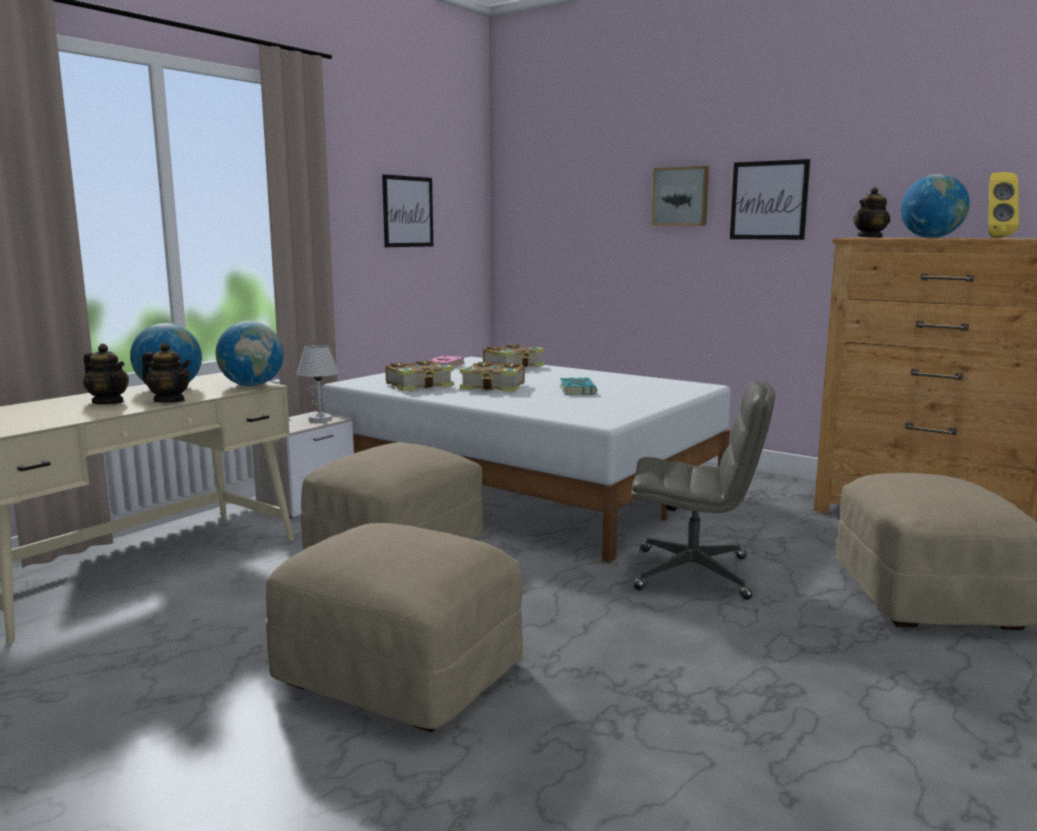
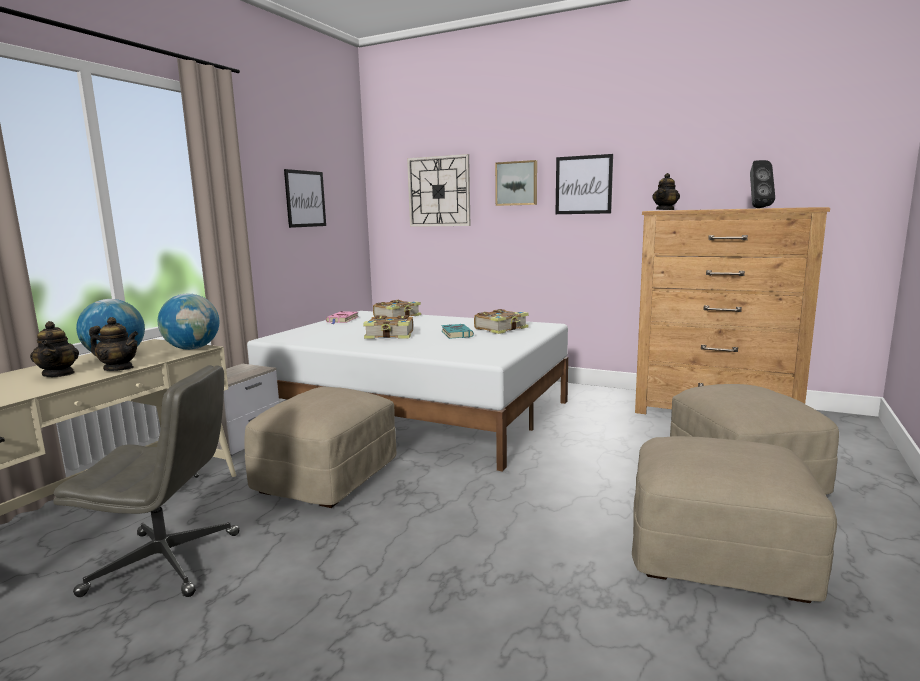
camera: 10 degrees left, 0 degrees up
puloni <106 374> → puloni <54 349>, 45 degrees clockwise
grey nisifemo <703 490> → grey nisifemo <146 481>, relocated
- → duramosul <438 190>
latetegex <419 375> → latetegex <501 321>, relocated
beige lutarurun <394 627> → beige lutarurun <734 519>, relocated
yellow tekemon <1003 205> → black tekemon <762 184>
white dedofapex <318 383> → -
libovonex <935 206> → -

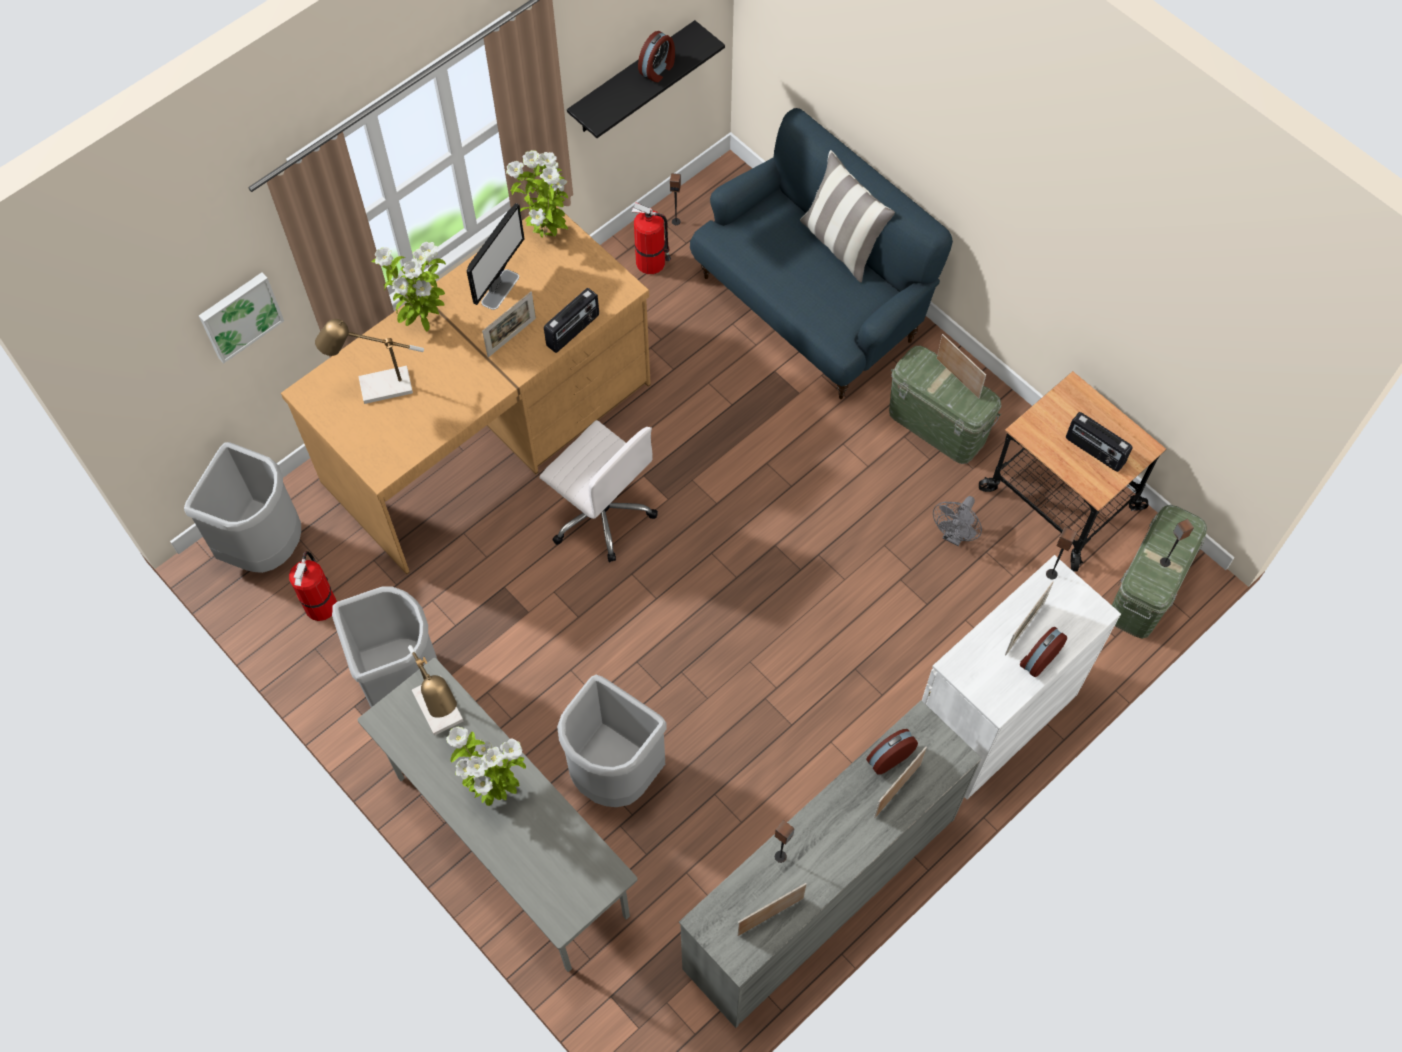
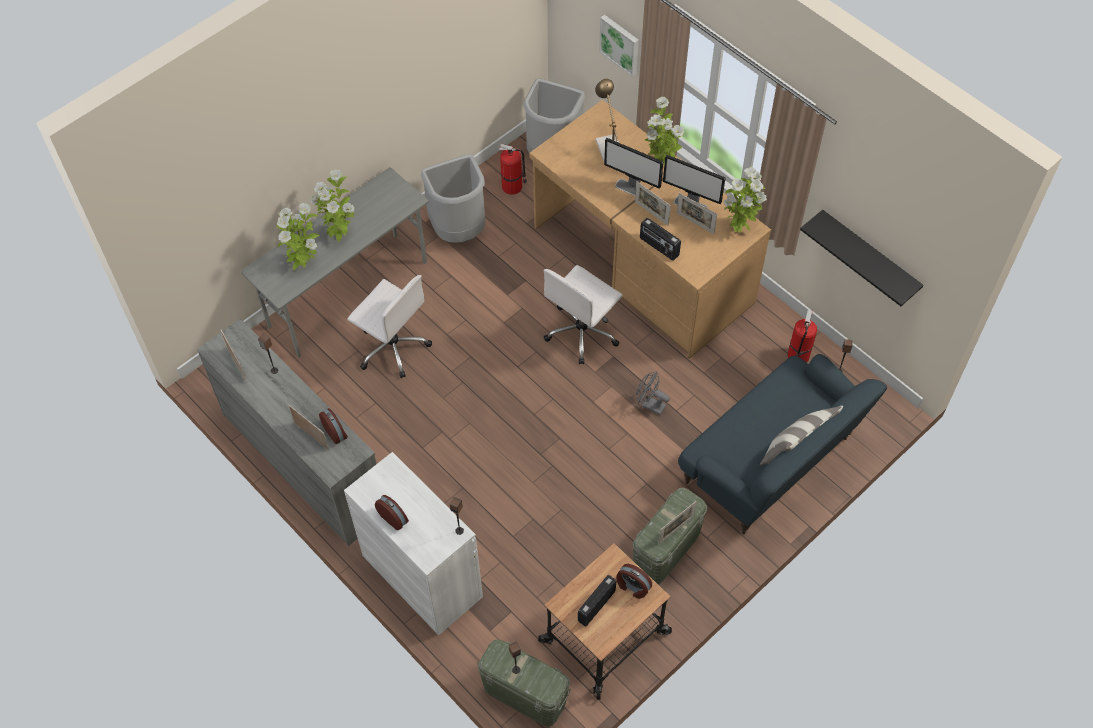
camera: 90 degrees right, 5 degrees down
- → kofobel <298 236>
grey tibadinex <612 741> → white nisifemo <389 326>
- → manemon <633 167>
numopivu <656 56> → numopivu <634 581>, relocated
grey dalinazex <957 521> → grey dalinazex <653 393>, relocated
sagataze <1029 618> → sagataze <697 213>, relocated
dedofapex <435 690> → -

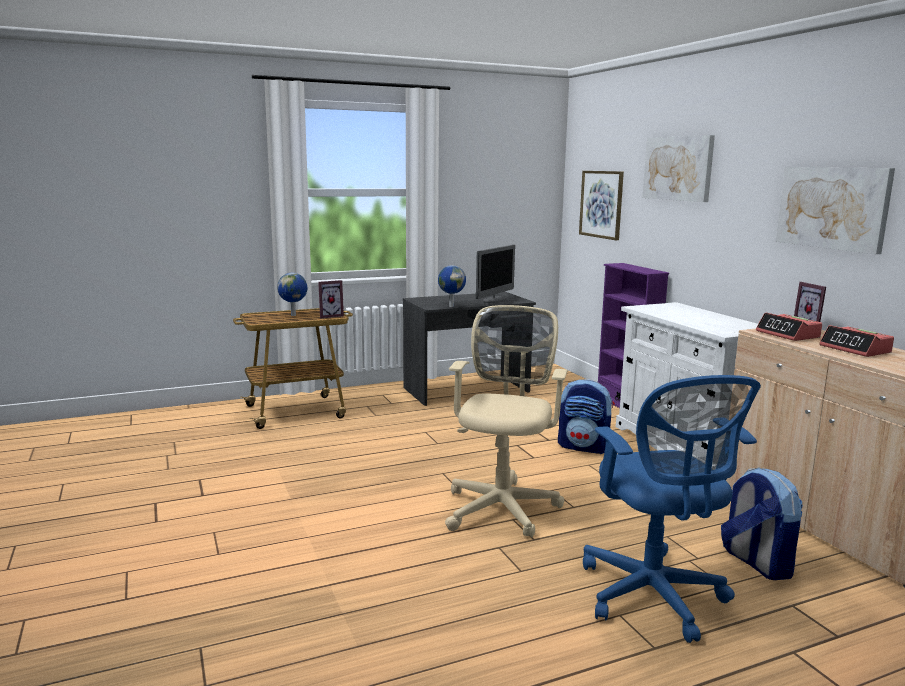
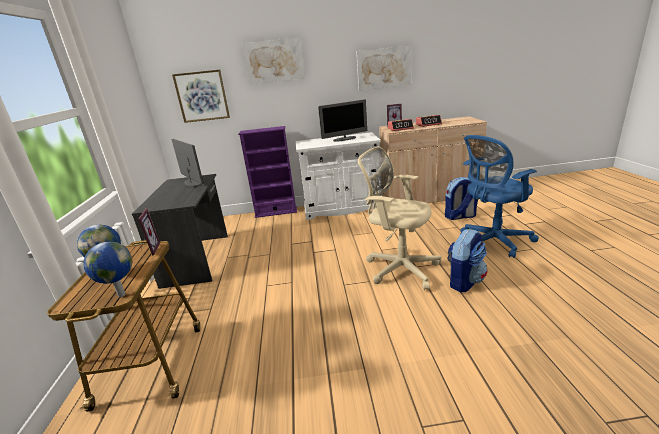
camera: 70 degrees left, 10 degrees up
libovonex <452 286> → libovonex <107 270>, relocated
- → manemon <342 120>
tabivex <586 416> → tabivex <467 260>, relocated
blue nisifemo <672 509> → blue nisifemo <499 196>, 150 degrees clockwise

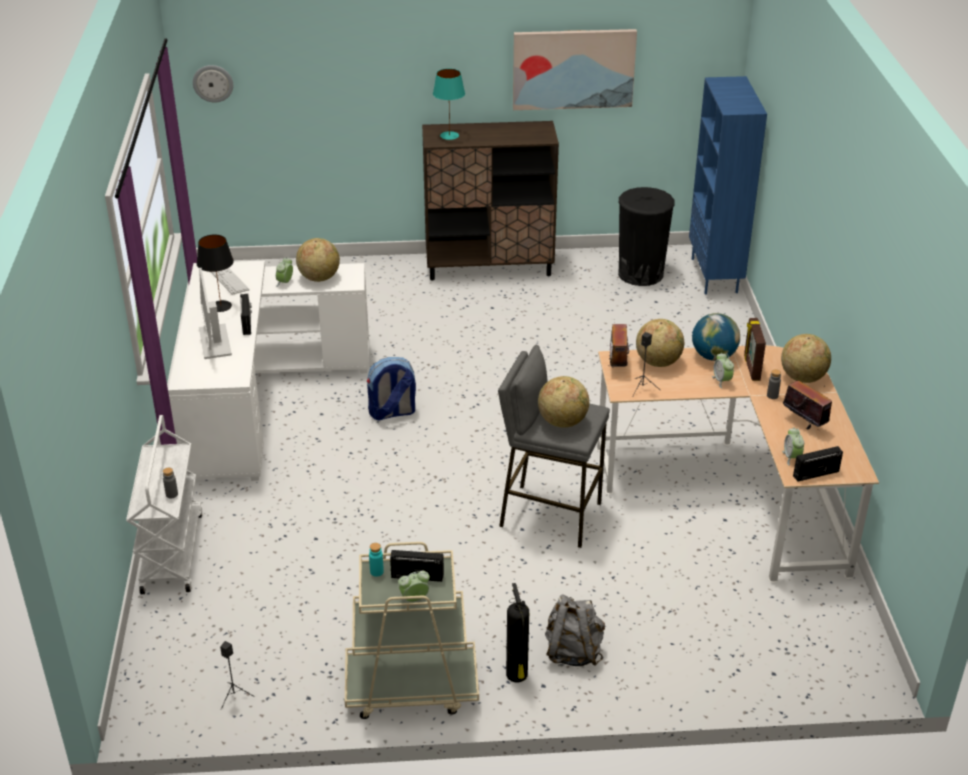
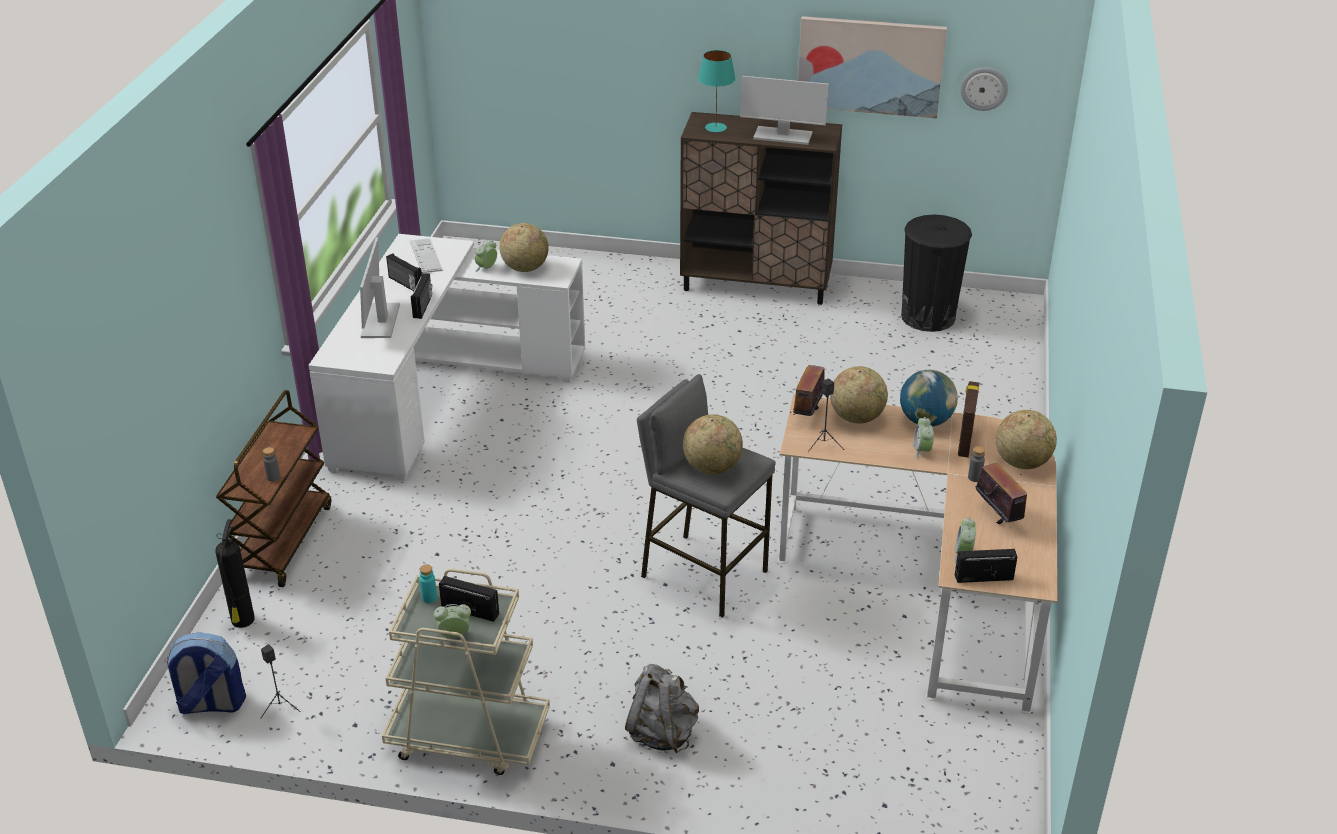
camera: 15 degrees right, 0 degrees up
tabivex <391 389> → tabivex <205 673>, relocated
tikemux <517 632> → tikemux <235 573>, relocated
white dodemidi <164 504> → brown dodemidi <273 488>
black dedofapex <215 273> → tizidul <404 272>
- → manemon <784 110>
duramosul <213 83> → duramosul <984 89>, relocated
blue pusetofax <728 185> → -

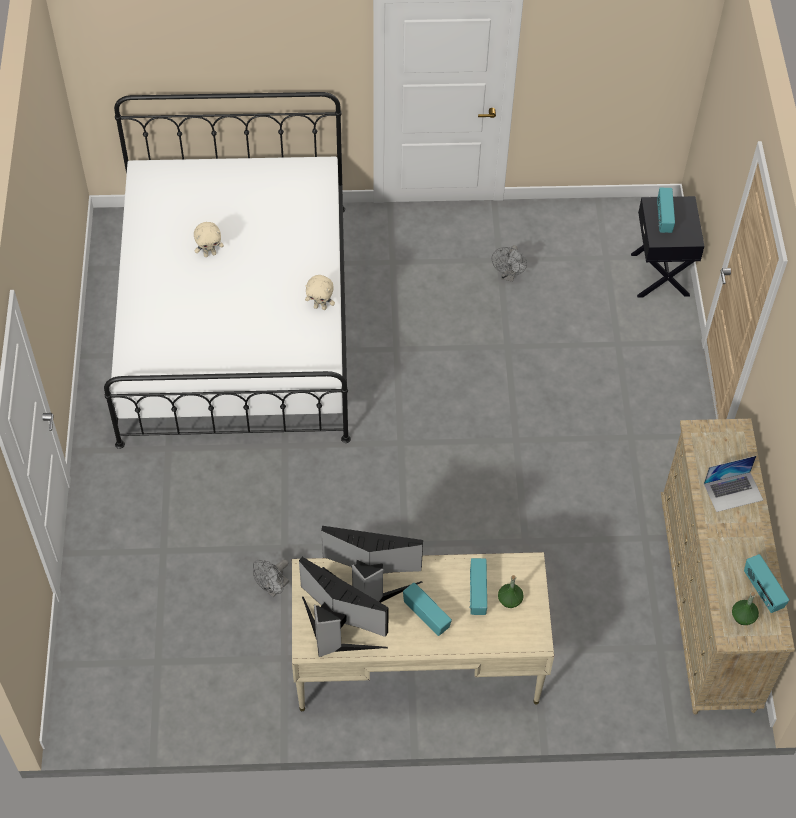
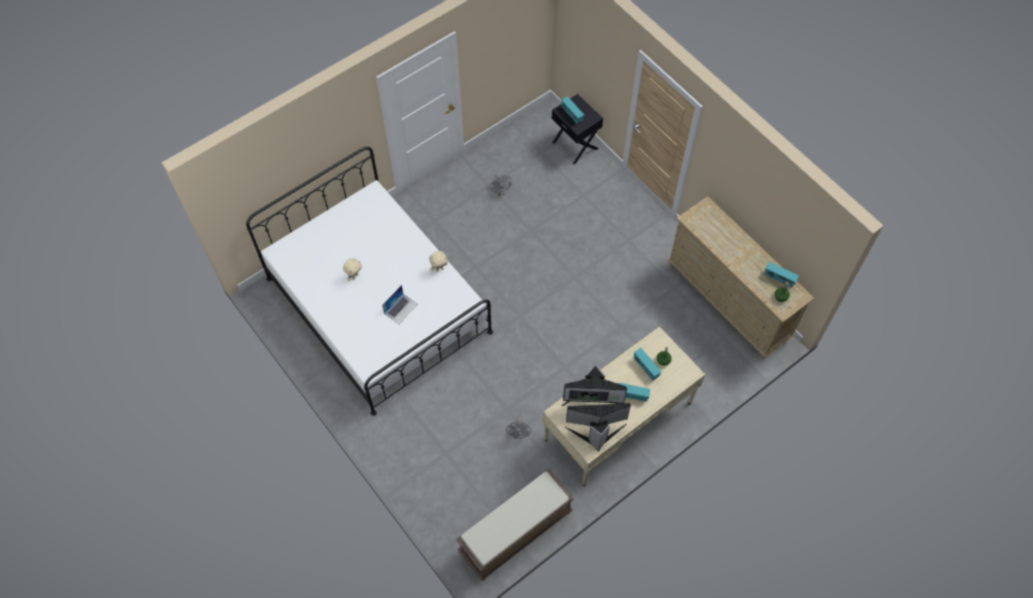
camera: 35 degrees left, 5 degrees up
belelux <733 484> → belelux <400 304>, relocated
- → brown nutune <515 525>
manemon <372 564> → manemon <594 385>, 150 degrees counterclockwise

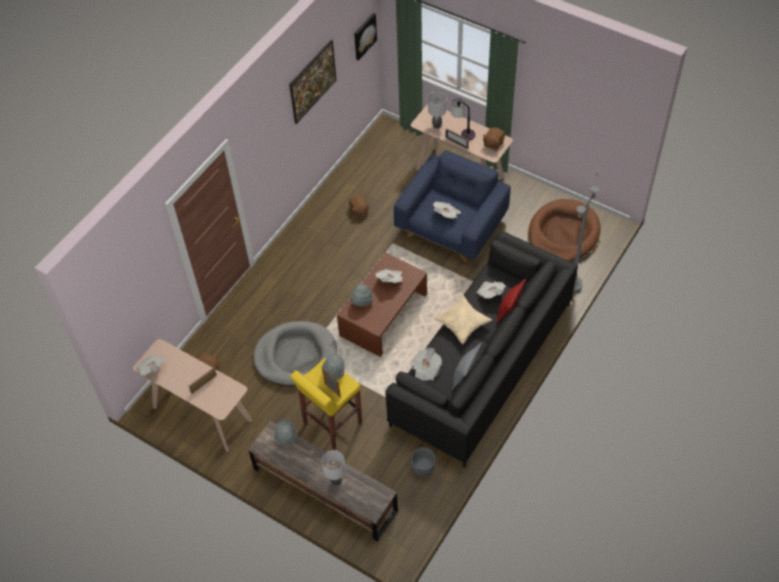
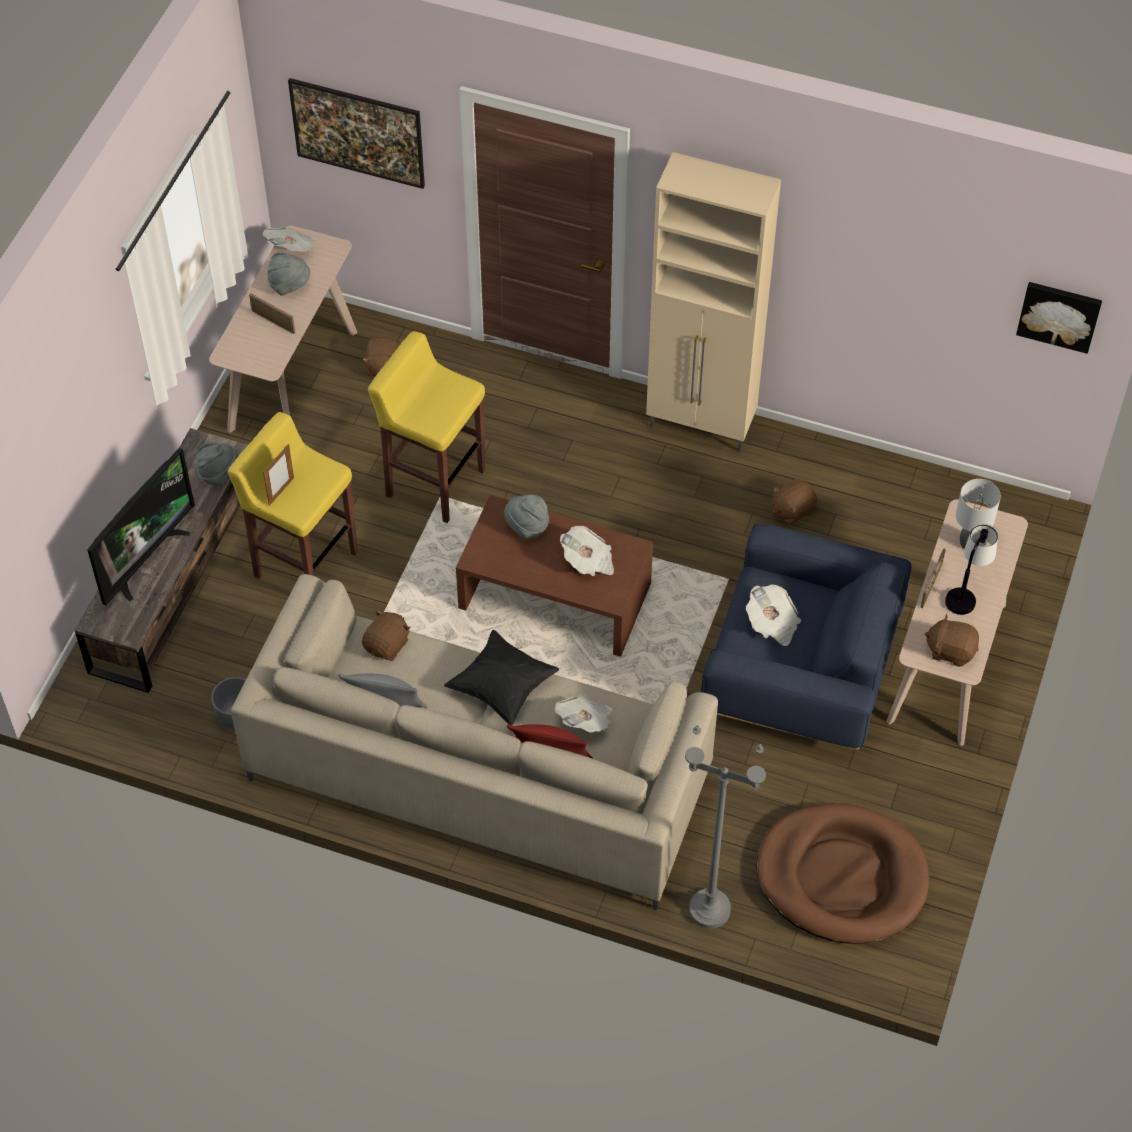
camera: 75 degrees right, 0 degrees up
grey dedofapex <334 468> → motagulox <141 526>
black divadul <481 349> → beige divadul <474 742>
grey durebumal <333 367> → grey durebumal <288 274>, relocated
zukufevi <312 82> → zukufevi <356 133>, relocated
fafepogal <427 364> → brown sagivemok <386 635>
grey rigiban <295 353> → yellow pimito <426 427>
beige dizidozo <462 319> → black dizidozo <501 677>
- → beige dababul <713 302>

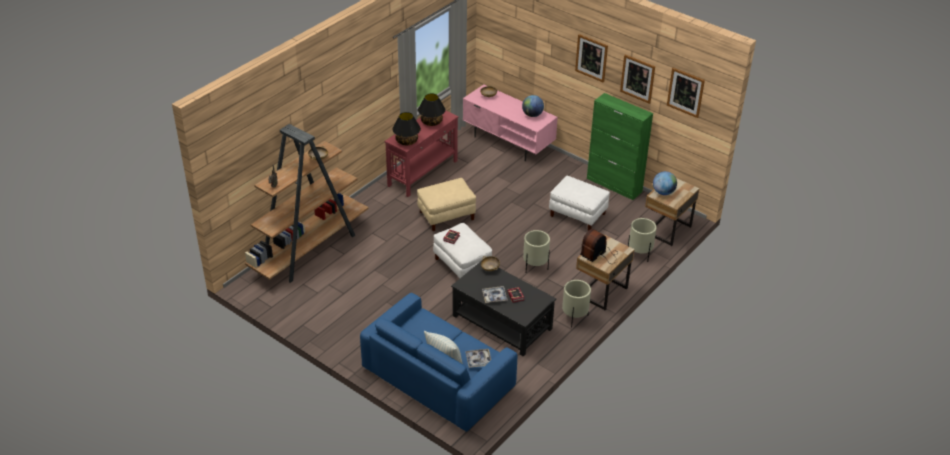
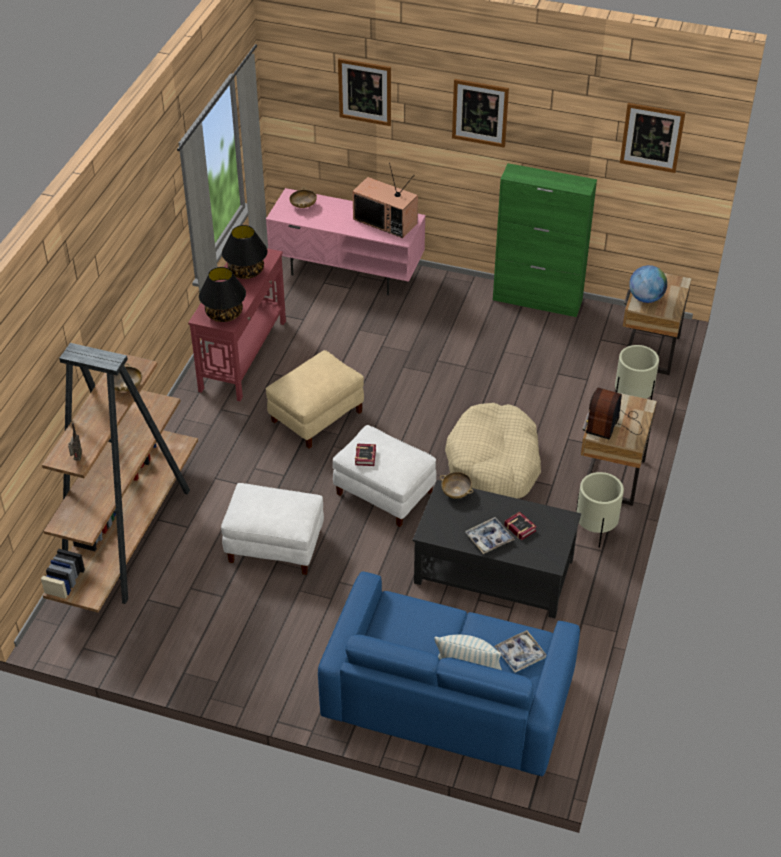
camera: 20 degrees left, 5 degrees up
white lutarurun <579 203> → white lutarurun <272 529>, relocated
zukufevi <637 79> → zukufevi <364 92>, relocated
libovonex <533 106> → motagulox <385 200>
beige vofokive <536 251> → beige rigiban <493 451>

